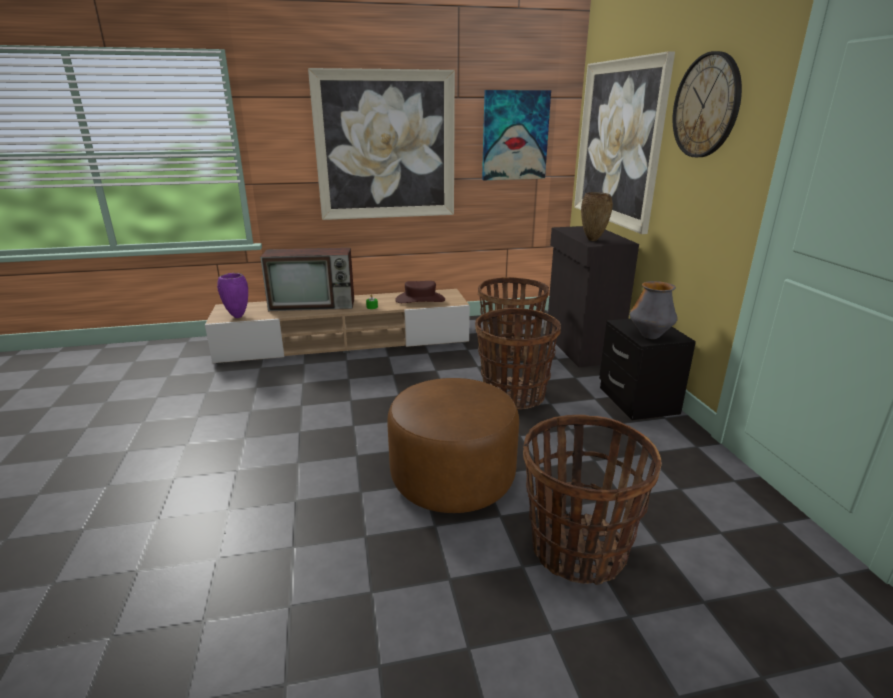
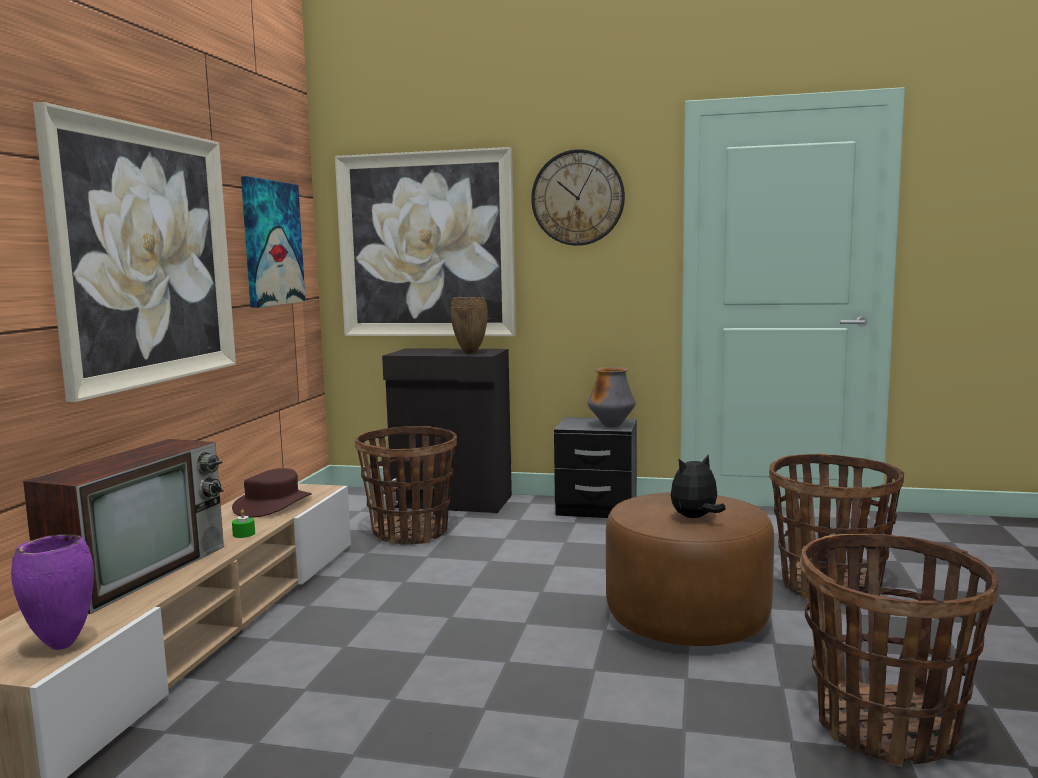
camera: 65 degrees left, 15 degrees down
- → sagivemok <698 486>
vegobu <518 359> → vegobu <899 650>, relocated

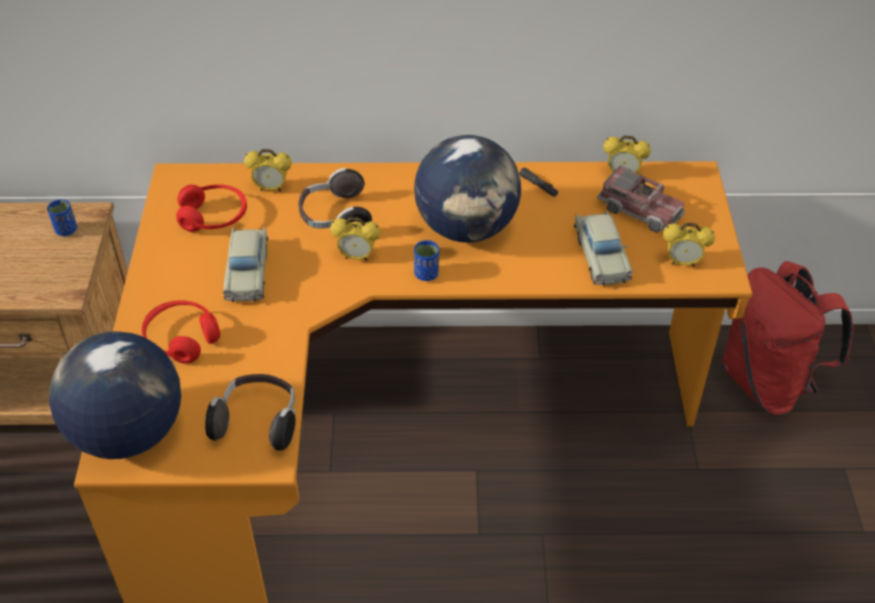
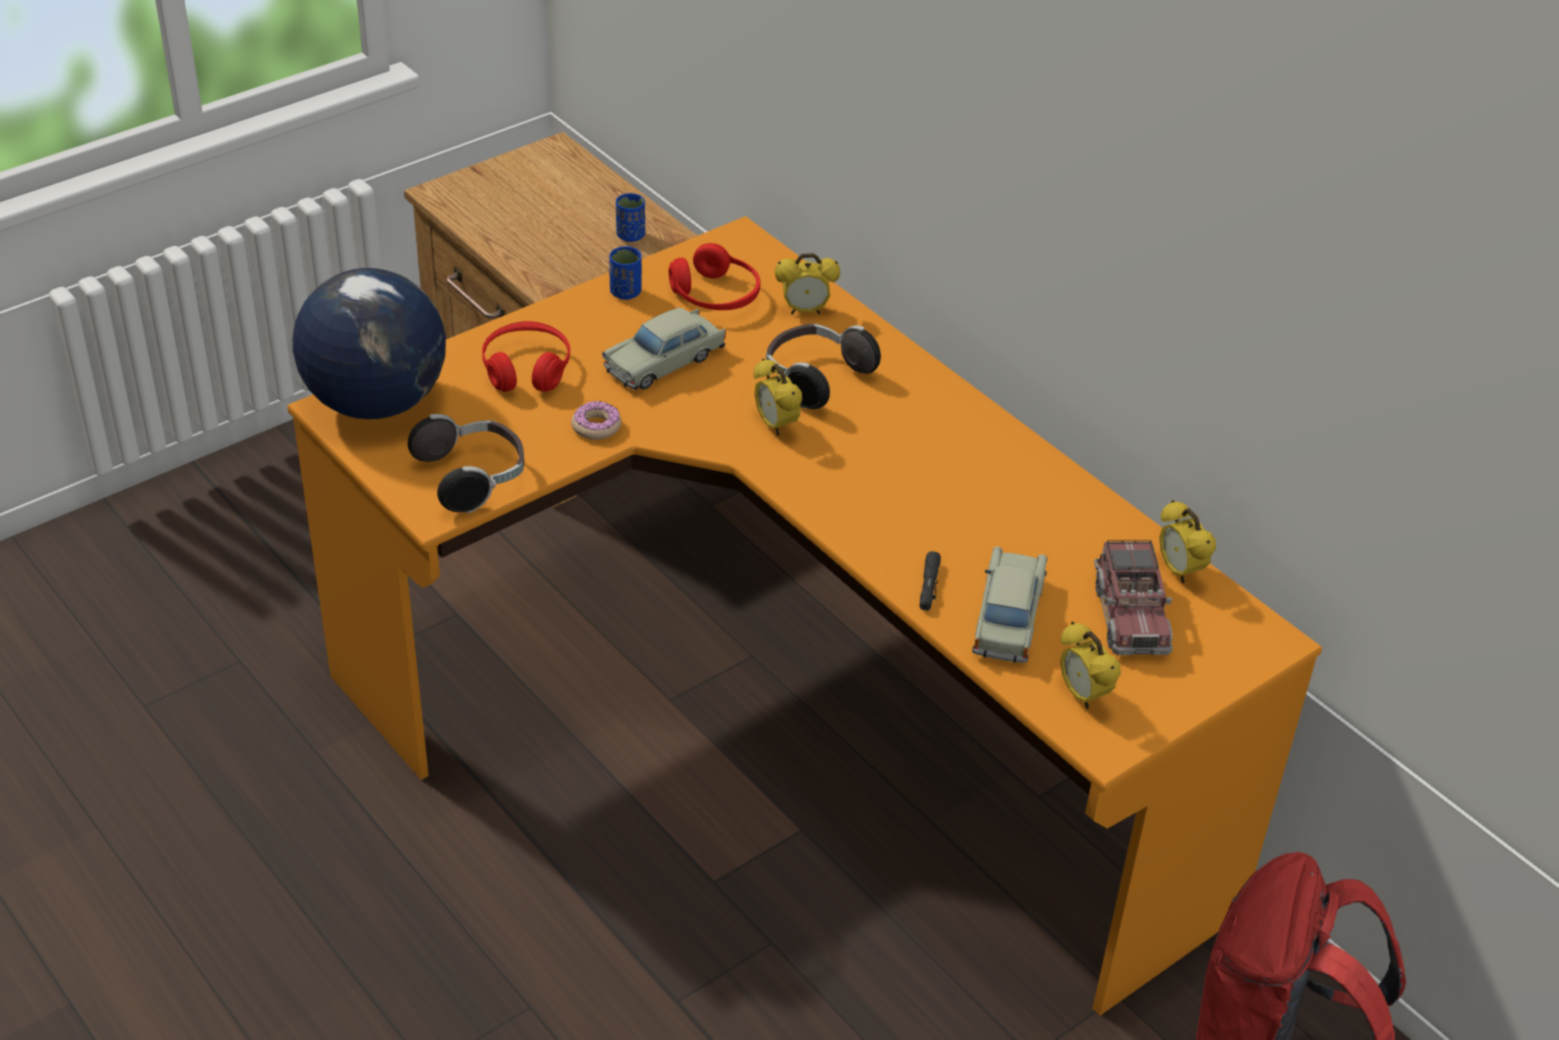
camera: 50 degrees right, 5 degrees down
- → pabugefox <596 420>
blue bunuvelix <426 260> → blue bunuvelix <625 273>, relocated
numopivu <268 170> → numopivu <807 283>, 60 degrees counterclockwise
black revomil <538 182> → black revomil <930 581>, relocated
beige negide <603 248> → beige negide <1009 605>, 150 degrees clockwise
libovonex <467 189> → -

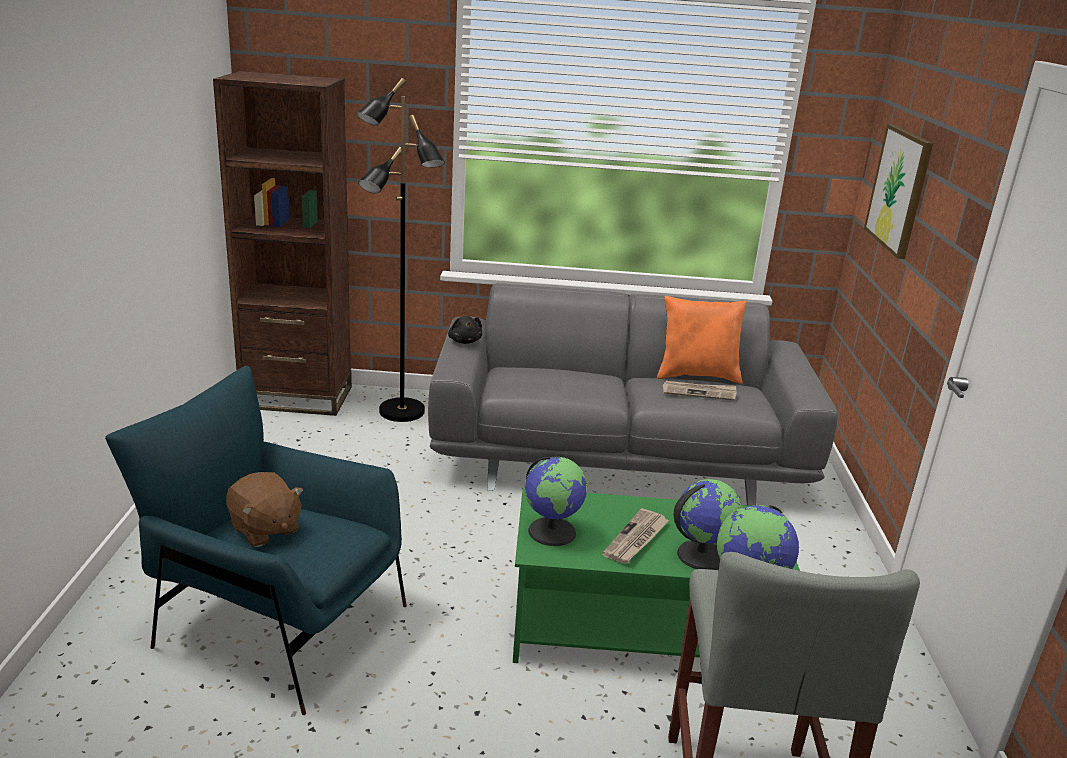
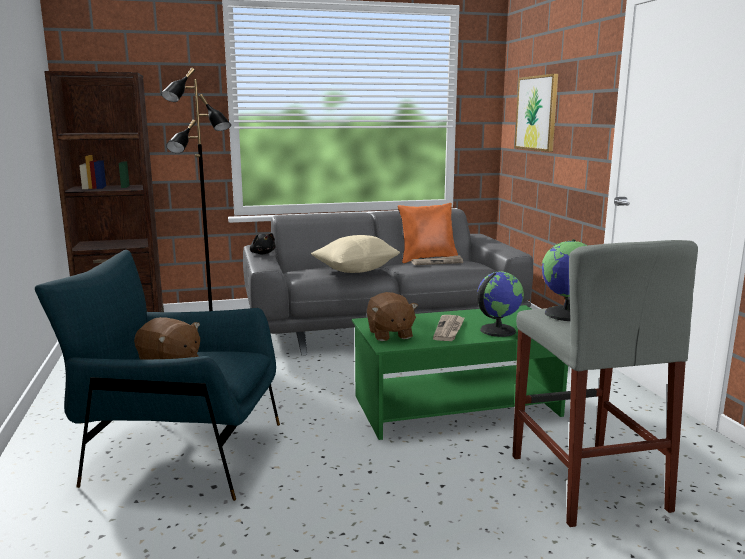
camera: 15 degrees left, 10 degrees down
- → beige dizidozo <355 254>
libovonex <556 501> → brown sagivemok <392 316>

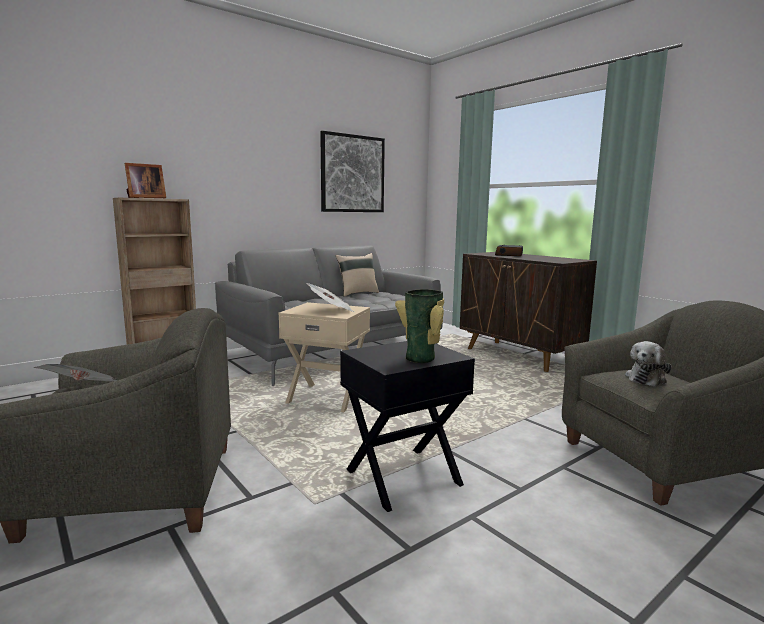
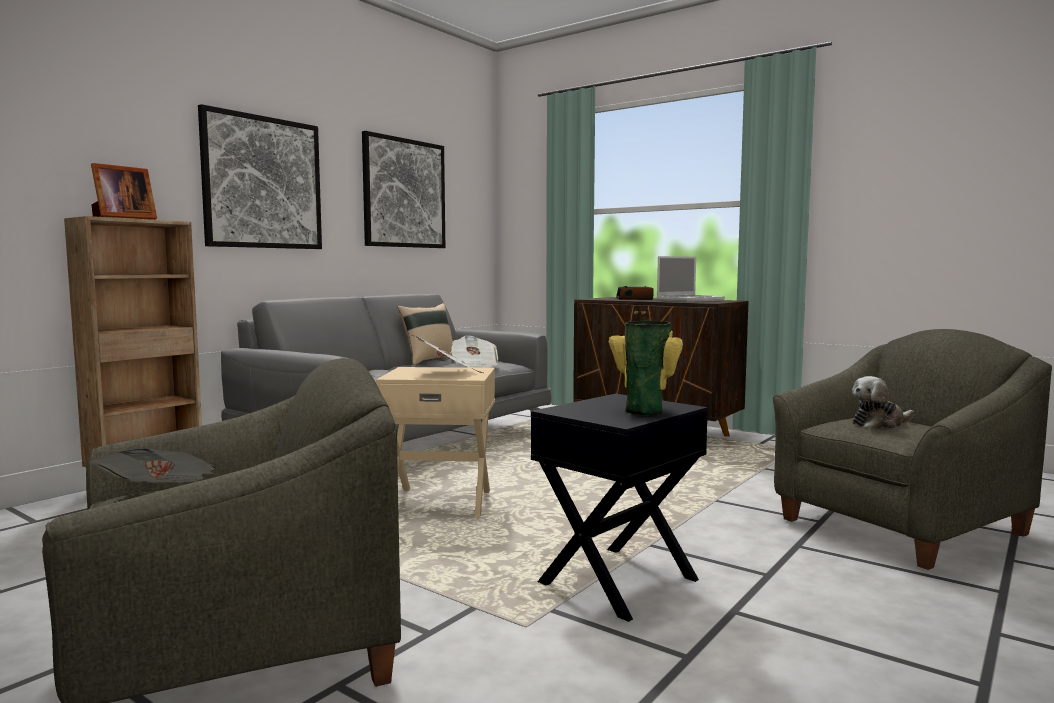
camera: 15 degrees left, 5 degrees down
- → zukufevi <260 176>
- → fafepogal <474 352>
- → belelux <691 279>
sagivemok <648 364> → sagivemok <883 402>, 45 degrees clockwise

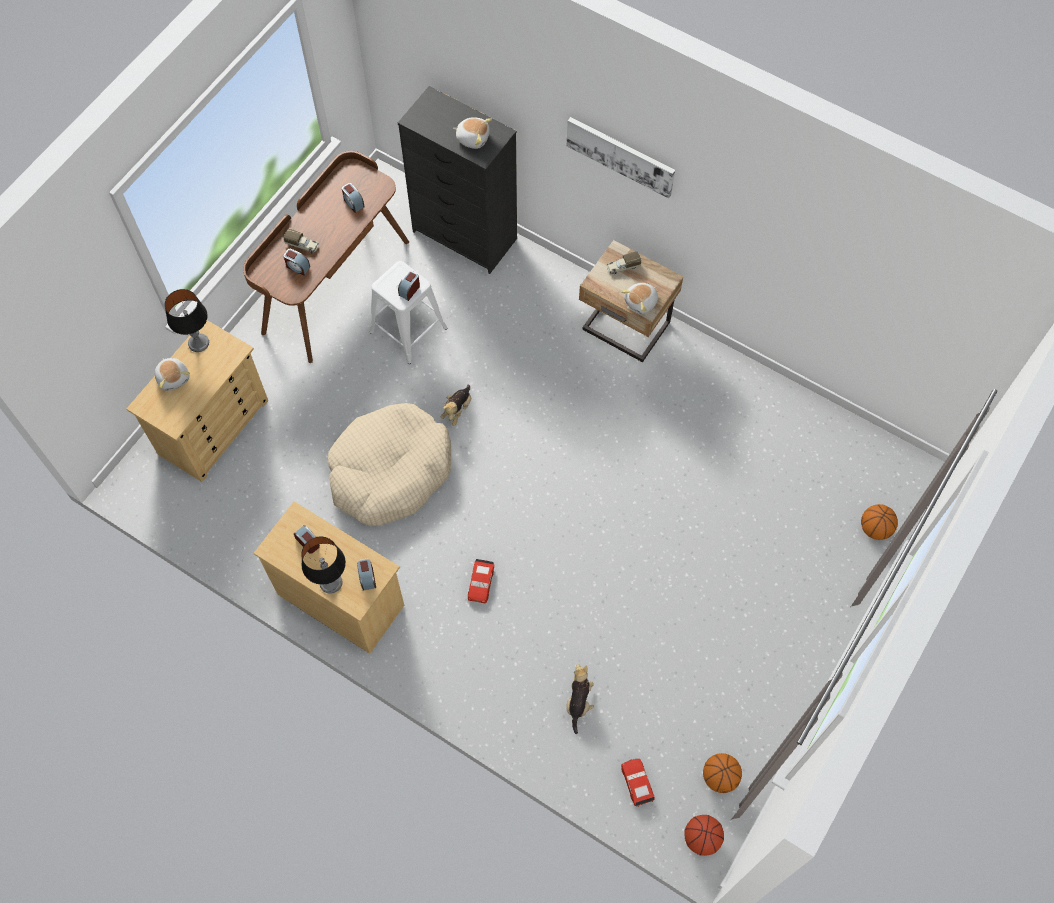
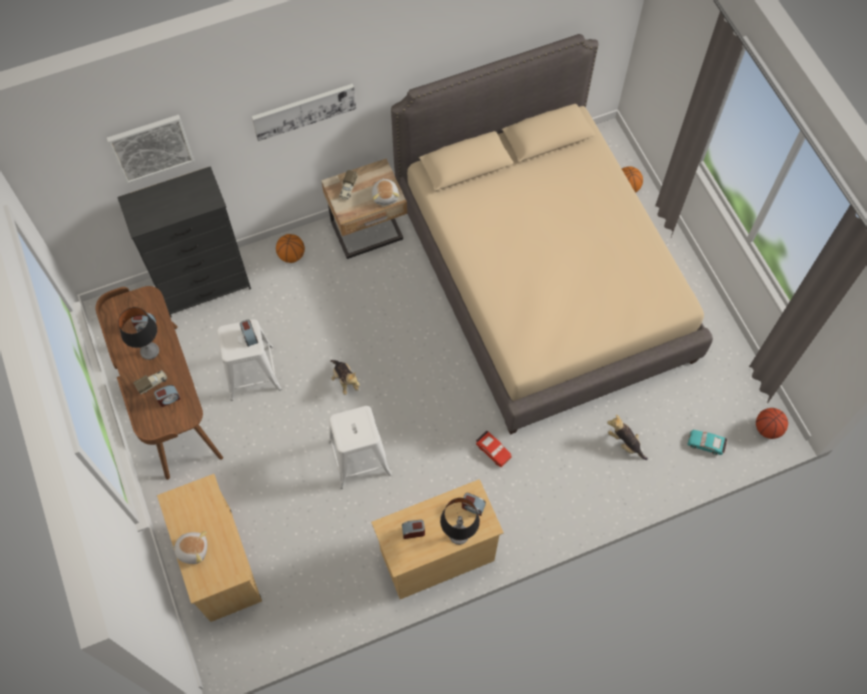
camera: 55 degrees left, 0 degrees up
- → zukufevi <151 149>
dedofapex <186 320> → dedofapex <138 333>, relocated
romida <722 773> → romida <290 248>, relocated
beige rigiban <389 464> → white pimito <360 447>
- → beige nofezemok <552 234>
red negide <638 782> → turquoise negide <707 442>
sagivemok <472 133> → -

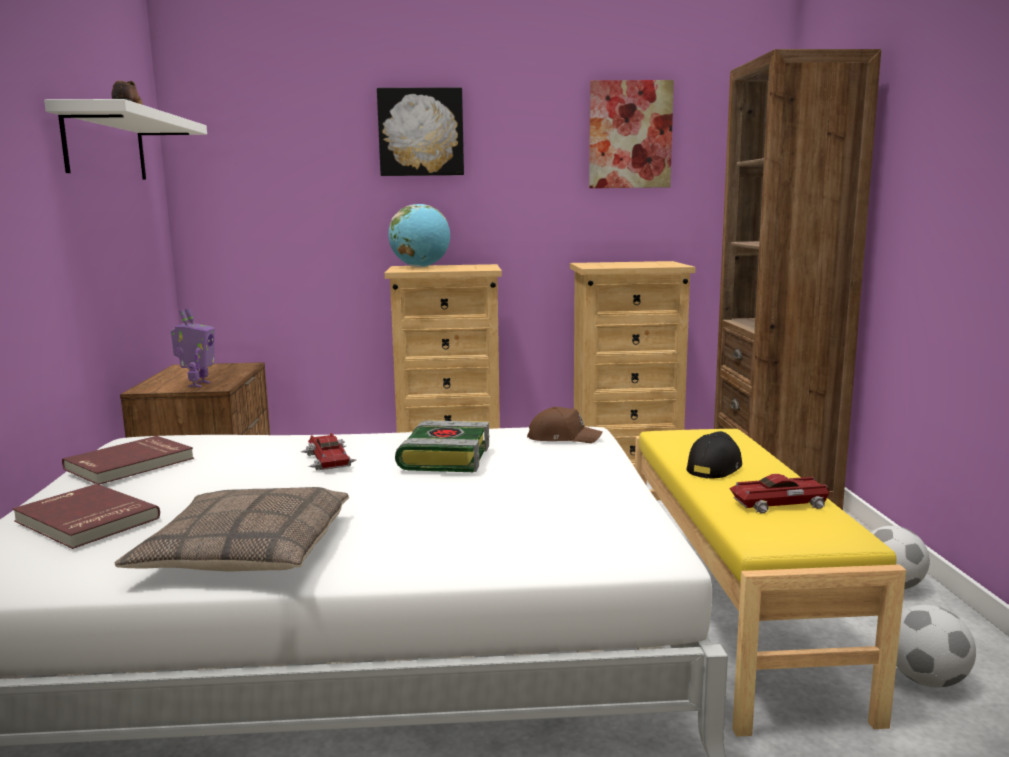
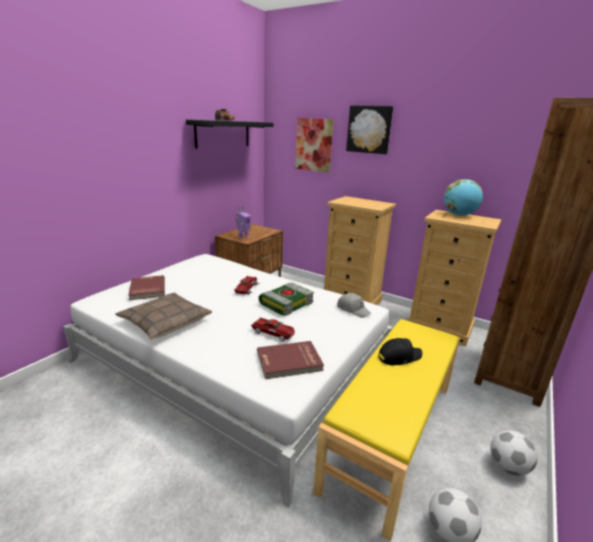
camera: 35 degrees right, 10 degrees up
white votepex <125 139> → black votepex <230 134>
negide <779 493> → negide <273 330>, relocated
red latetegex <128 460> → red latetegex <290 360>, relocated
zukufevi <631 134> → zukufevi <314 145>, relocated
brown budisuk <564 425> → grey budisuk <354 305>
libovonex <419 235> → libovonex <463 197>, relocated

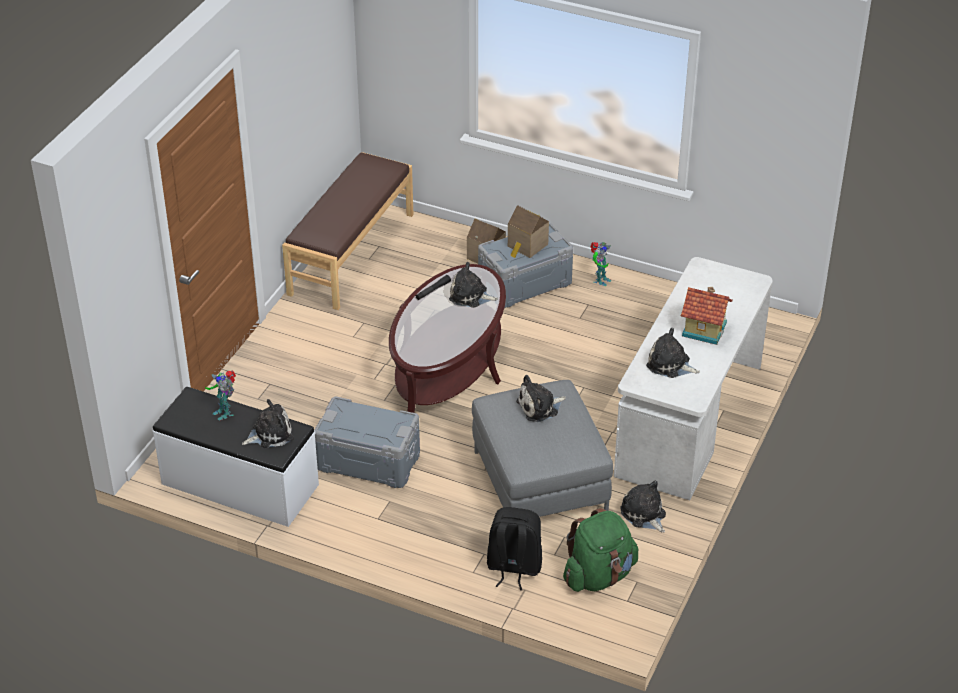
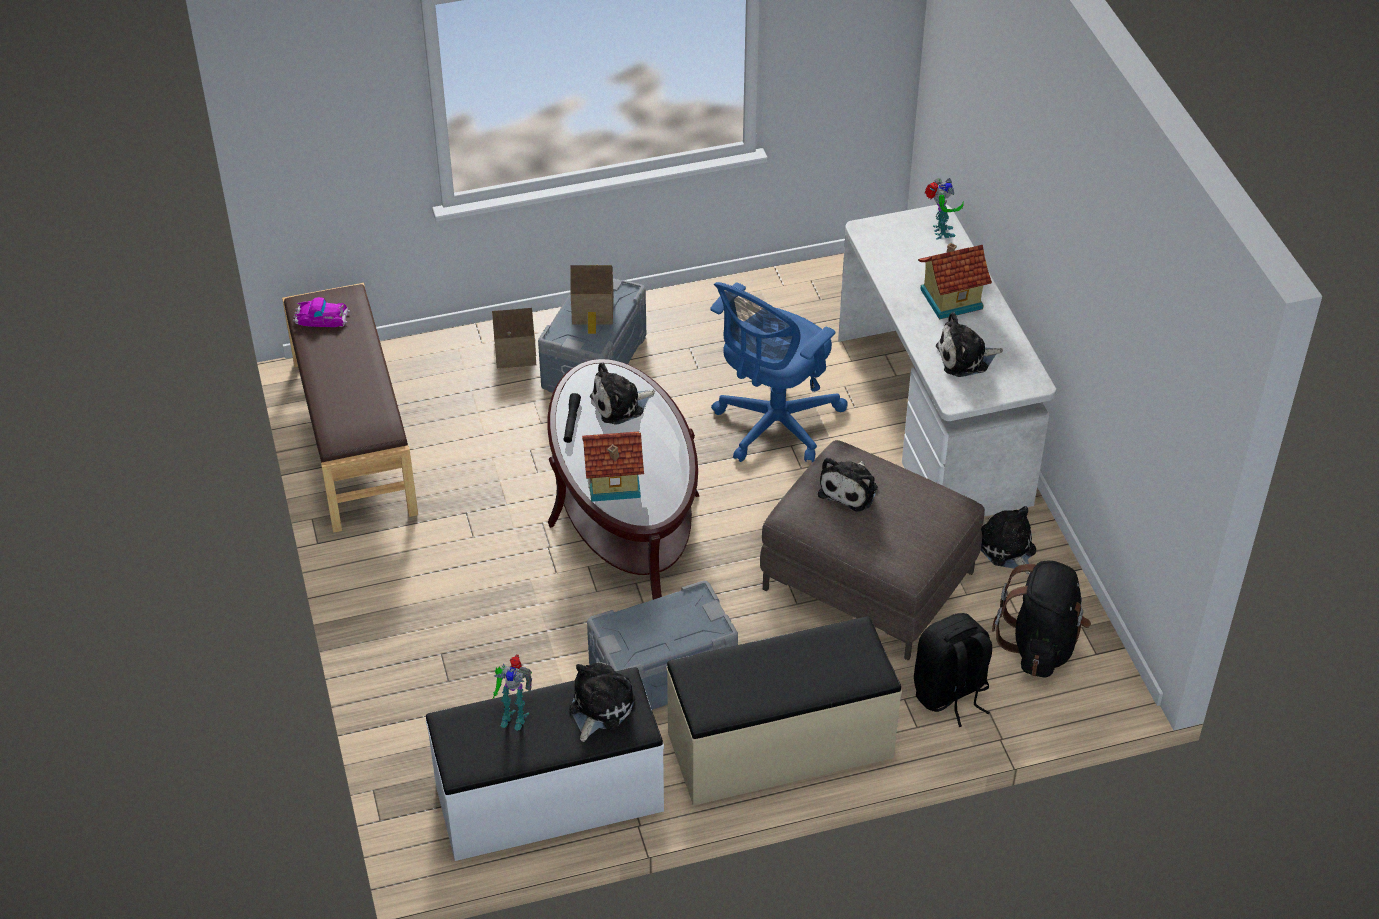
camera: 40 degrees left, 5 degrees up
- → negide <321 312>
- → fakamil <613 466>
- → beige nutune <784 711>
- → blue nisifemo <779 372>
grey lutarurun <542 448> → brown lutarurun <872 550>
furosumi <600 264> → furosumi <944 209>, relocated
sagivemok <643 507> → sagivemok <1008 540>, 45 degrees clockwise
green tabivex <600 550> → black tabivex <1041 619>

